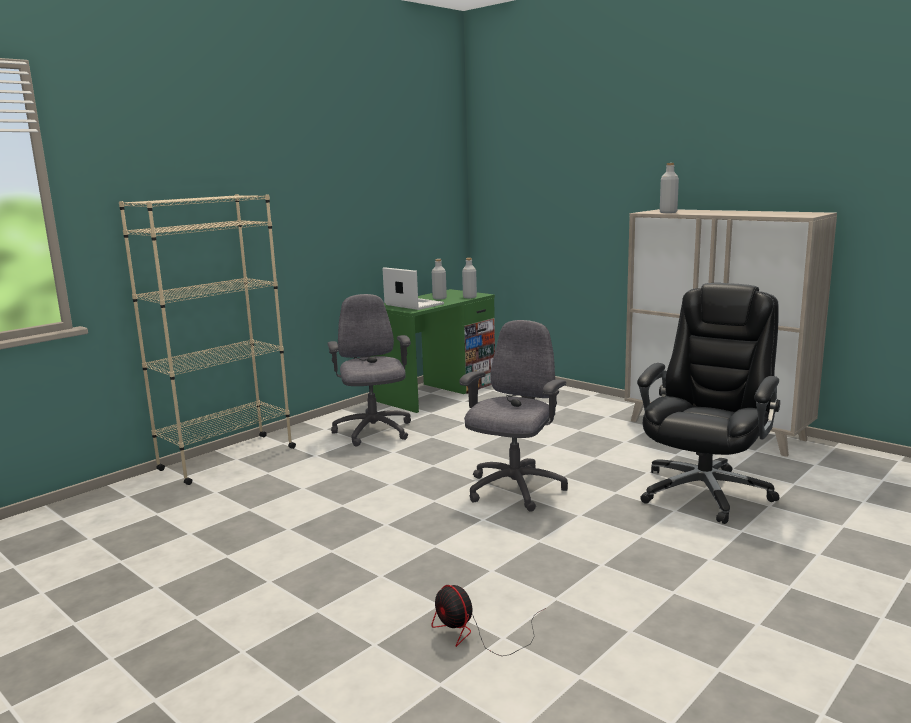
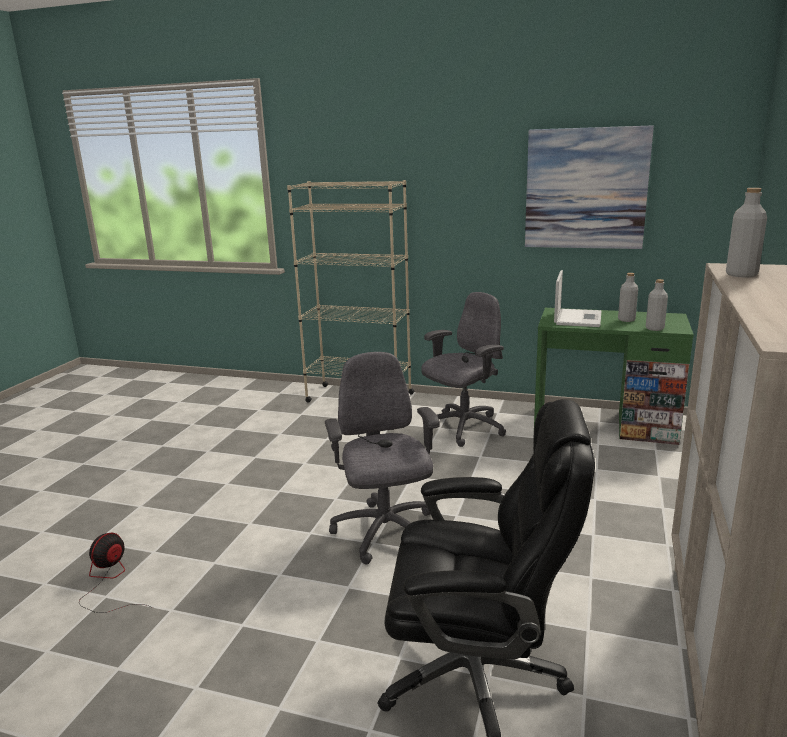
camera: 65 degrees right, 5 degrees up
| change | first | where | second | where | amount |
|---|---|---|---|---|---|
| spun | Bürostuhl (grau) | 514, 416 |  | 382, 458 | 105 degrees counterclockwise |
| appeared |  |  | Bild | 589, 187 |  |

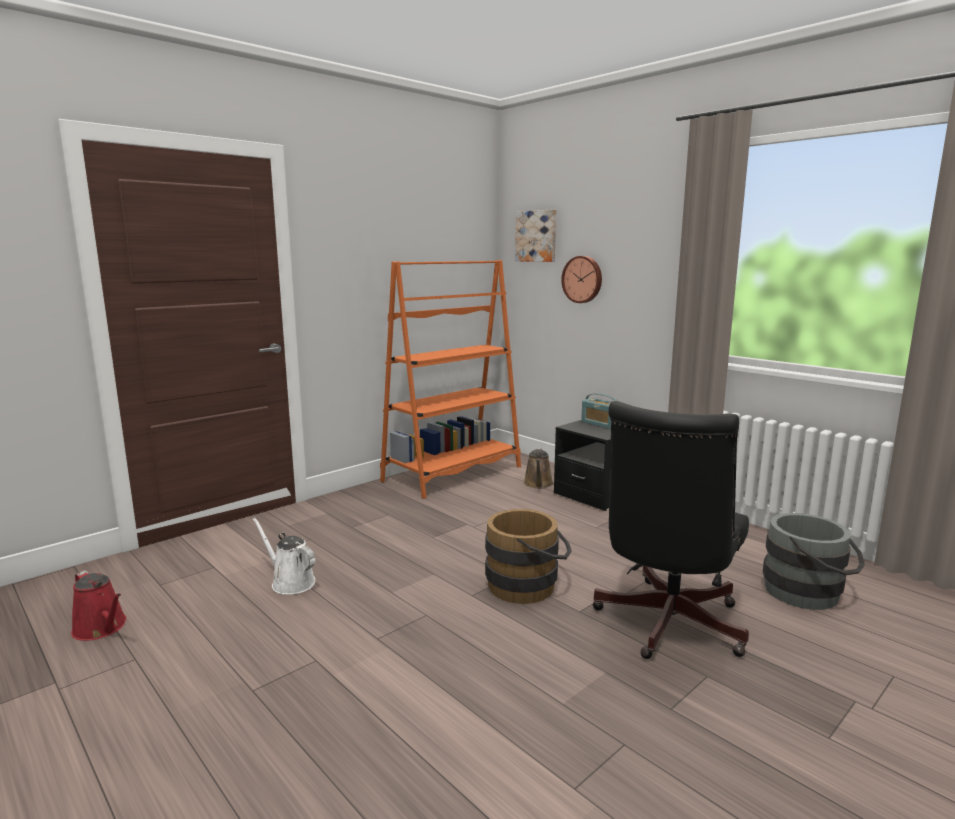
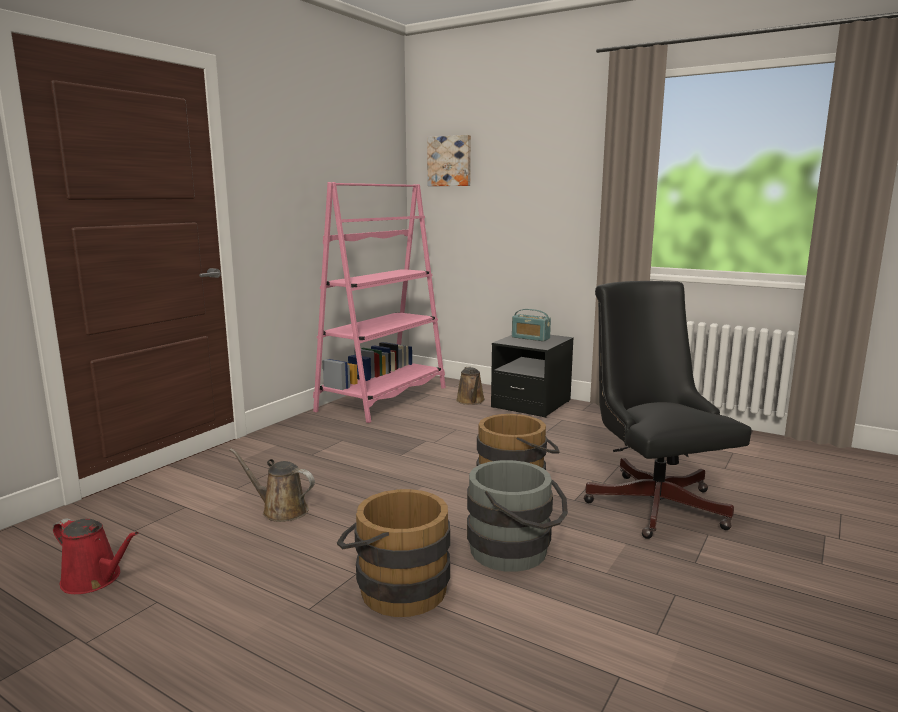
camera: 15 degrees left, 0 degrees up
| change | first | where | second | where | amount |
|---|---|---|---|---|---|
| colour | Gießkanne (weiß) | 284, 556 | Gießkanne (braun) | 272, 485 |  |
| colour | Bücherregal (orange) | 450, 379 | Bücherregal (rosa) | 379, 302 |  |
| missing | Wanduhr | 581, 279 |  |  |  |
| spun | Bürostuhl (schwarz) | 670, 530 |  | 667, 410 | 150 degrees clockwise |
| relocated | Eimer (grau) | 814, 561 |  | 517, 516 |  |
| appeared |  |  | Eimer (braun) | 393, 553 |  |

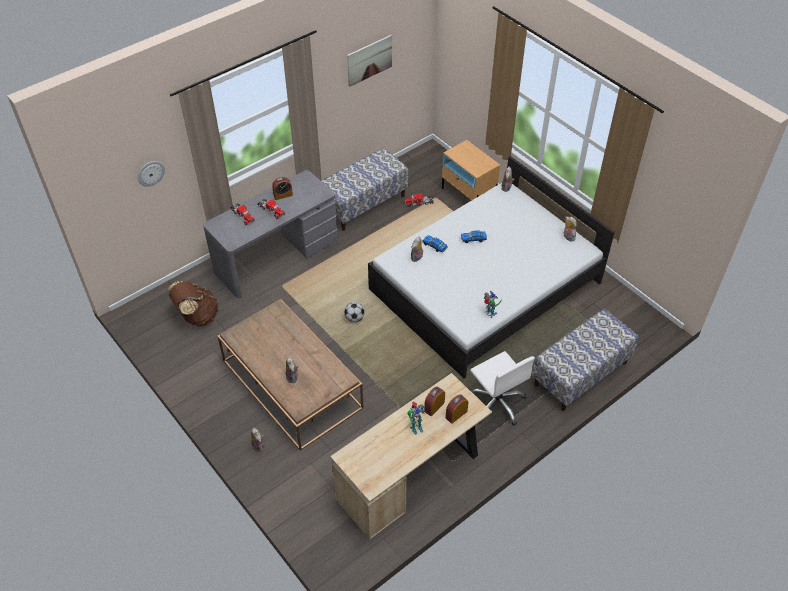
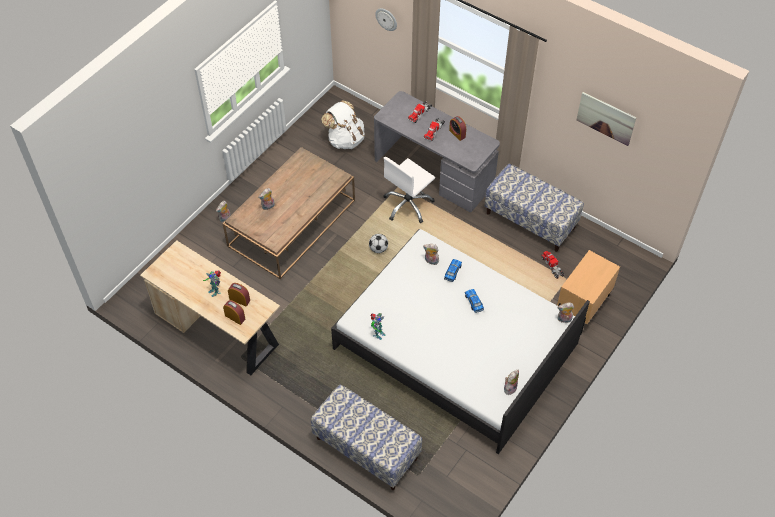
camera: 75 degrees right, 5 degrees up
| change | first | where | second | where | amount |
|---|---|---|---|---|---|
| colour | Rucksack (braun) | 192, 304 | Rucksack (weiß) | 343, 124 |  |
| relocated | Bürostuhl (weiß) | 502, 388 |  | 409, 190 |  |

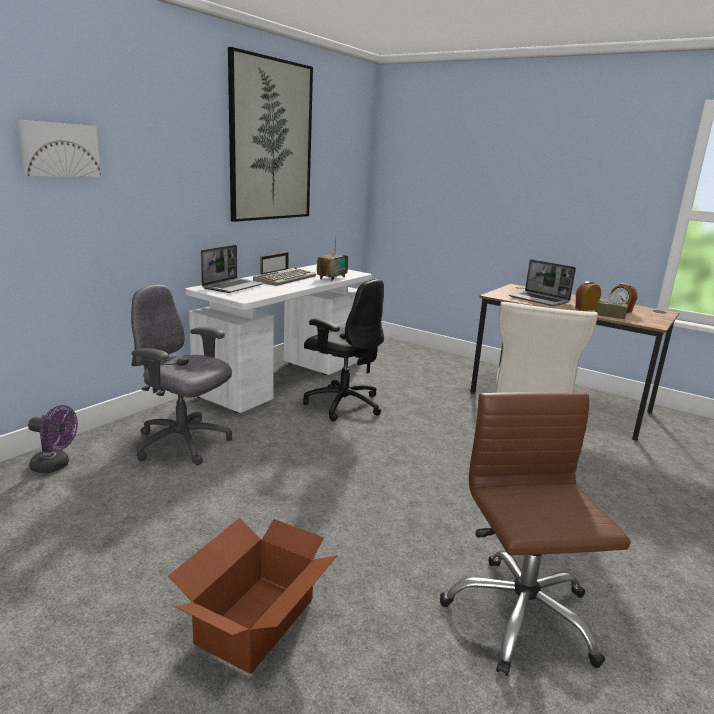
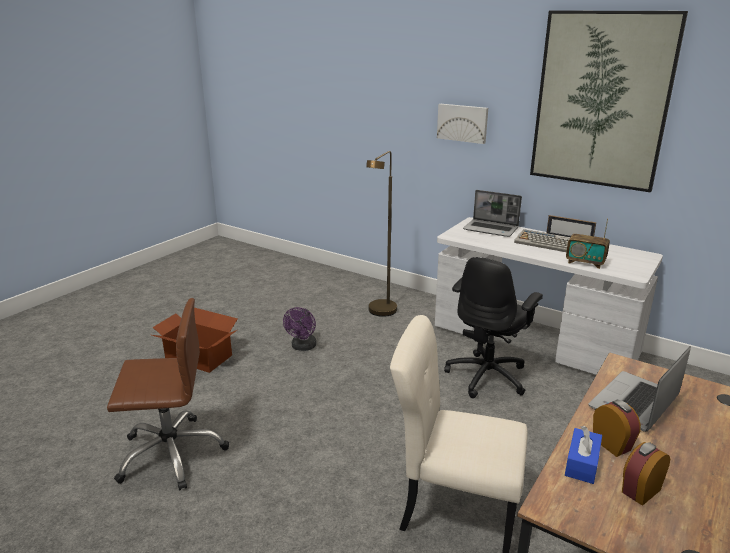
camera: 90 degrees right, 5 degrees up
| change | first | where | second | where | amount |
|---|---|---|---|---|---|
| relocated | Bild | 59, 148 |  | 462, 124 |  |
| relocated | Ventilator (lila) | 53, 439 |  | 299, 329 |  |
| exchanged | Bürostuhl (grau) | 181, 375 | Stehlampe (braun) | 381, 234 |  |
| colour | Taschentuchbox (braun) | 611, 305 | Taschentuchbox (blau) | 583, 455 |  |

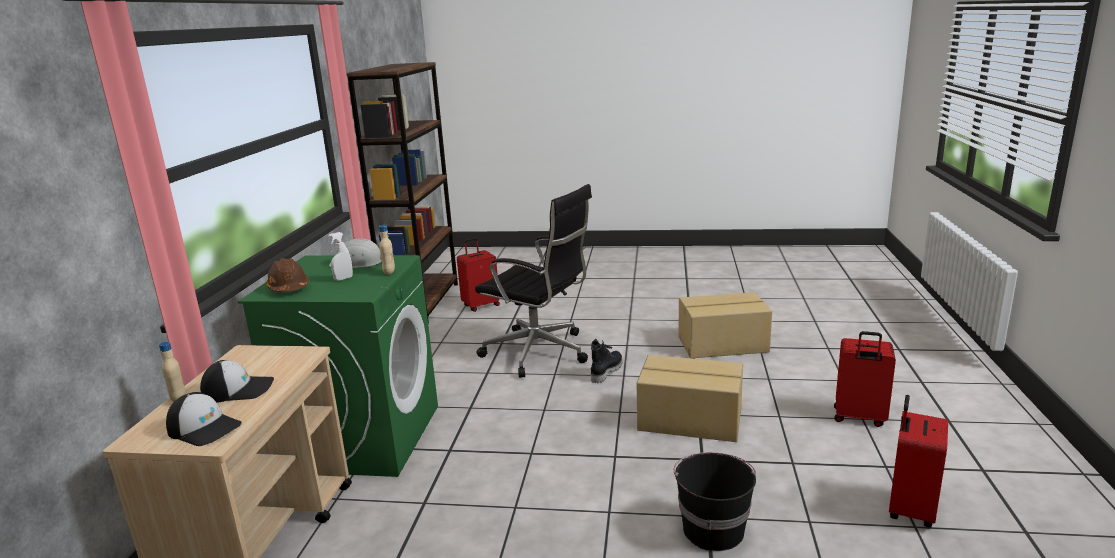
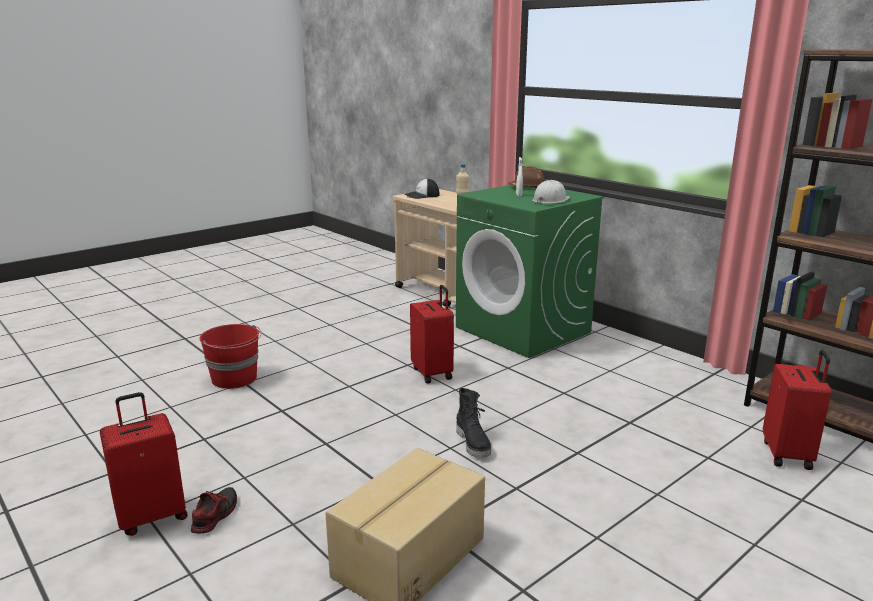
camera: 130 degrees right, 0 degrees up
| change | first | where | second | where | amount |
|---|---|---|---|---|---|
| missing | Kappe | 237, 381 |  |  |  |
| missing | Flasche (beige) | 387, 250 |  |  |  |
| missing | Bürostuhl (schwarz) | 533, 281 |  |  |  |
| missing | Karton | 690, 398 |  |  |  |
| colour | Eimer (schwarz) | 715, 501 | Eimer (rot) | 230, 356 |  |
| relocated | Koffer (rot) | 918, 461 |  | 432, 334 |  |
| appeared |  |  | Schuh | 214, 510 |  |

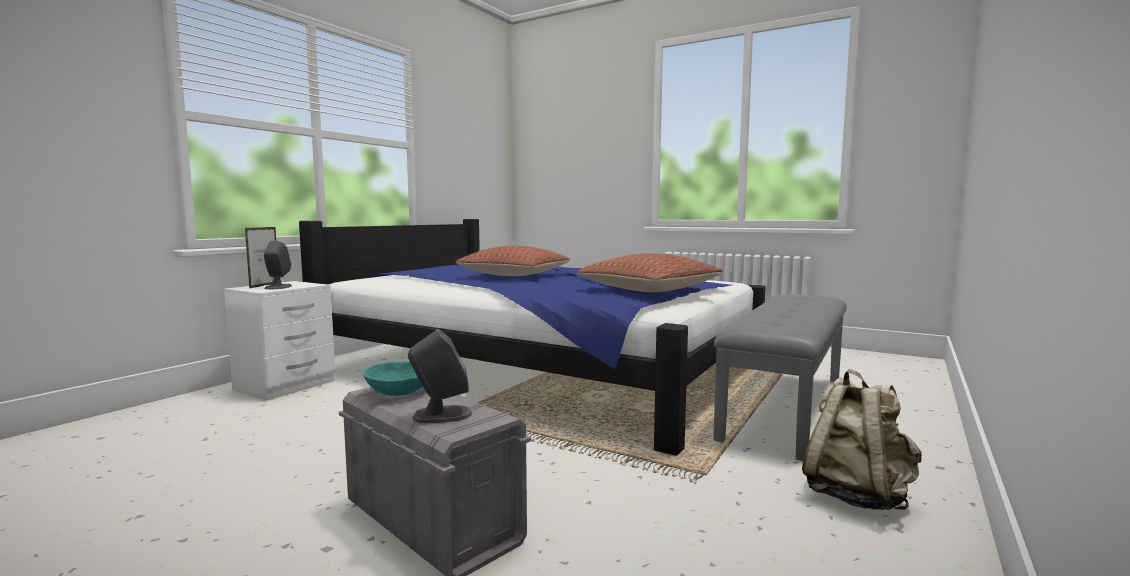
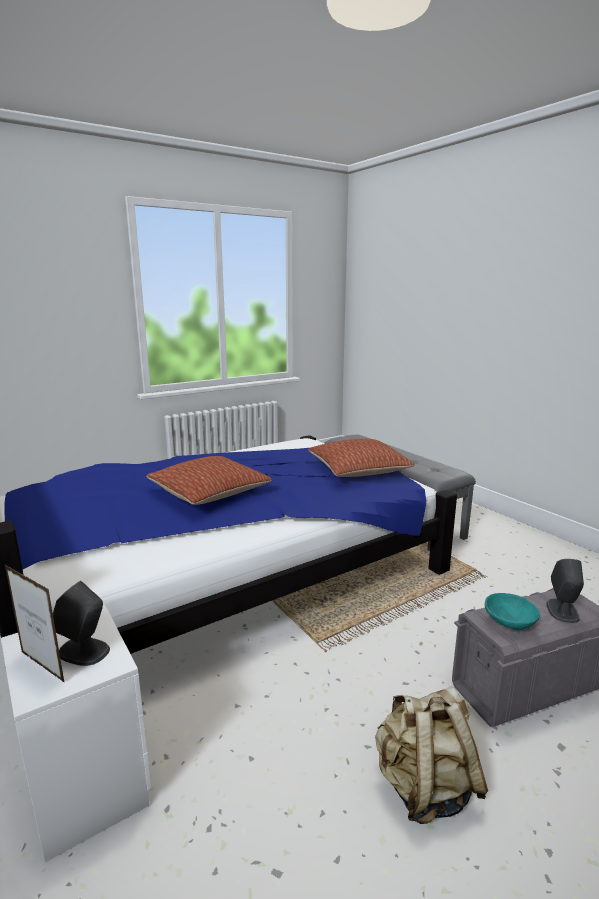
camera: 65 degrees left, 10 degrees up
| change | first | where | second | where | amount |
|---|---|---|---|---|---|
| relocated | Rucksack (beige) | 862, 439 |  | 431, 755 |  |

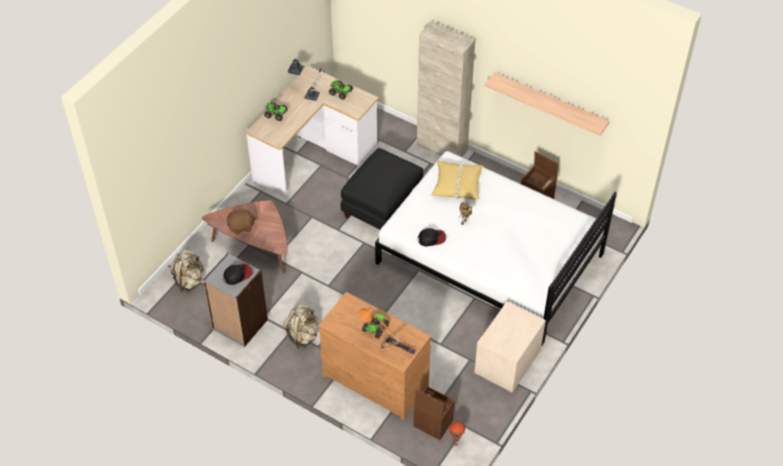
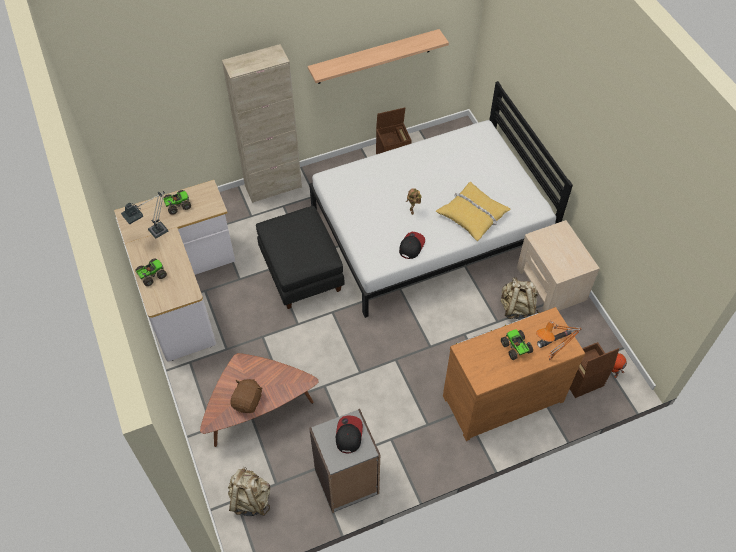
camera: 55 degrees left, 5 degrees up
| change | first | where | second | where | amount |
|---|---|---|---|---|---|
| relocated | Rucksack (beige) | 300, 326 |  | 519, 298 |  |
| relocated | Kissen (gelb) | 457, 180 |  | 473, 211 |  |

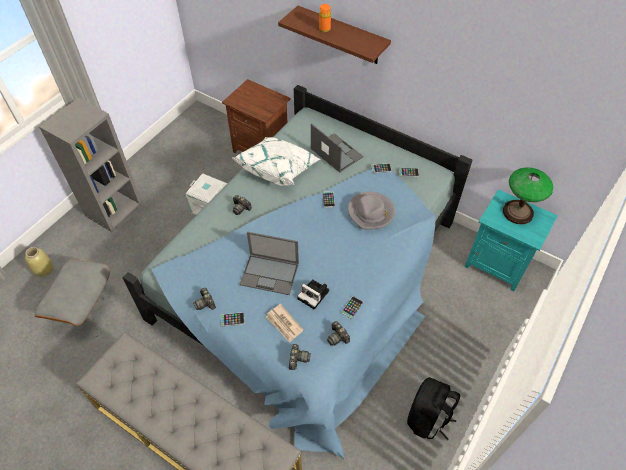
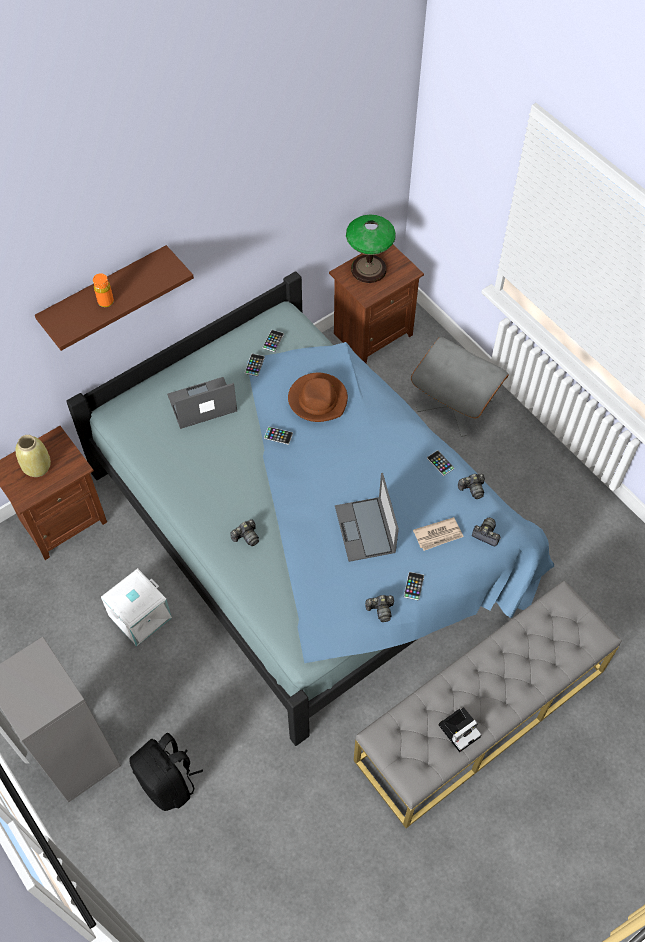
camera: 70 degrees left, 5 degrees up
| change | first | where | second | where | amount |
|---|---|---|---|---|---|
| relocated | Vase (beige) | 39, 262 |  | 33, 456 |  |
| relocated | Polsterhocker (grau) | 76, 298 |  | 460, 387 |  |
| missing | Kissen (weiß) | 277, 161 |  |  |  |
| spun | Laptop | 269, 263 |  | 367, 517 | 135 degrees clockwise |
| relocated | Kamera | 313, 294 |  | 460, 729 |  |
| colour | Hut (grau) | 371, 211 | Hut (braun) | 318, 397 |  |
| relocated | Rucksack (schwarz) | 433, 408 |  | 166, 772 |  |
| colour | Nachttisch (türkis) | 511, 240 | Nachttisch (braun) | 376, 304 |  |

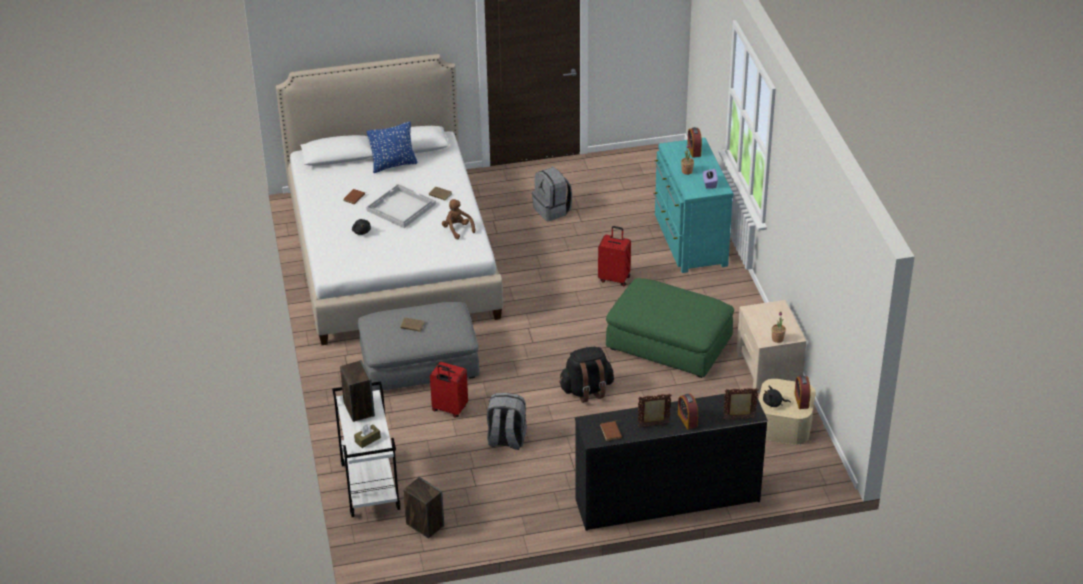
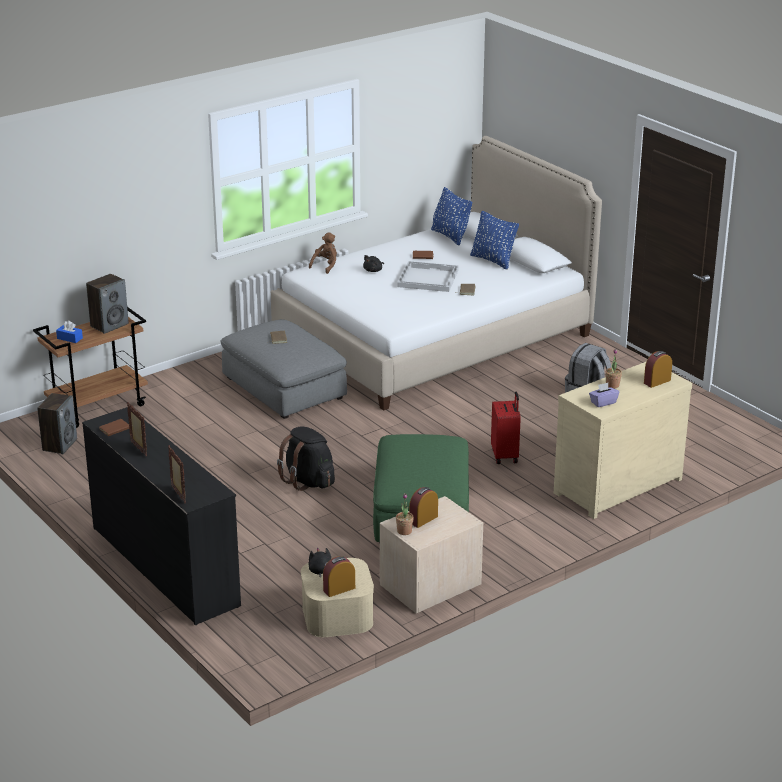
camera: 65 degrees right, 10 degrees down
| change | first | where | second | where | amount |
|---|---|---|---|---|---|
| colour | Rollwagen (weiß) | 366, 449 | Rollwagen (braun) | 90, 367 |  |
| colour | Taschentuchbox (braun) | 367, 436 | Taschentuchbox (blau) | 69, 332 |  |
| missing | Koffer (rot) | 449, 390 |  |  |  |
| relocated | Plüschtier (braun) | 458, 219 |  | 323, 253 |  |
| missing | Rucksack (grau) | 507, 421 |  |  |  |
| colour | Kommode (türkis) | 693, 205 | Kommode (beige) | 623, 440 |  |
| relocated | Wecker | 688, 412 |  | 423, 507 |  |
| appeared |  |  | Kissen (blau) | 451, 216 |  |

